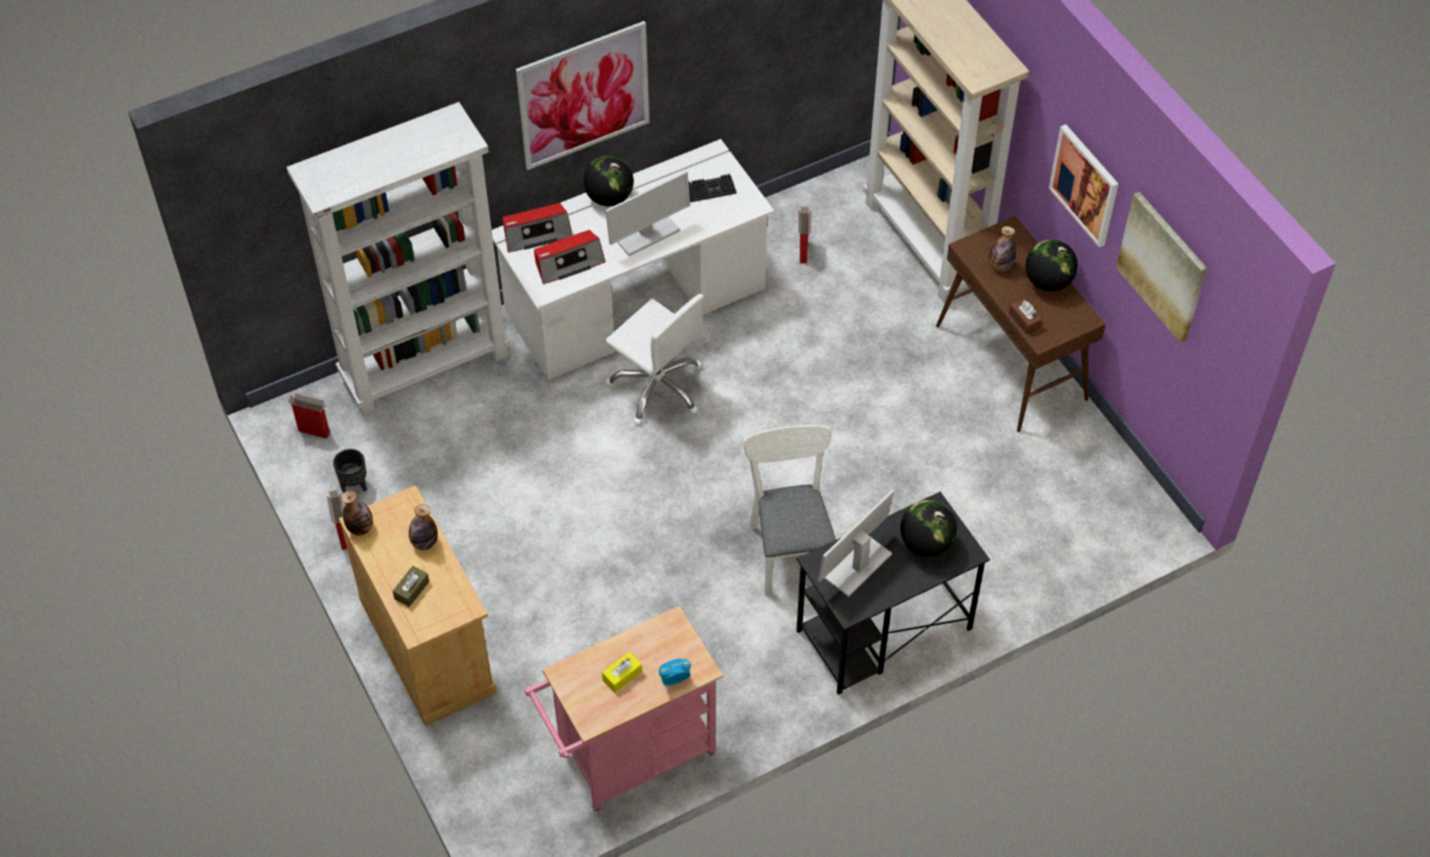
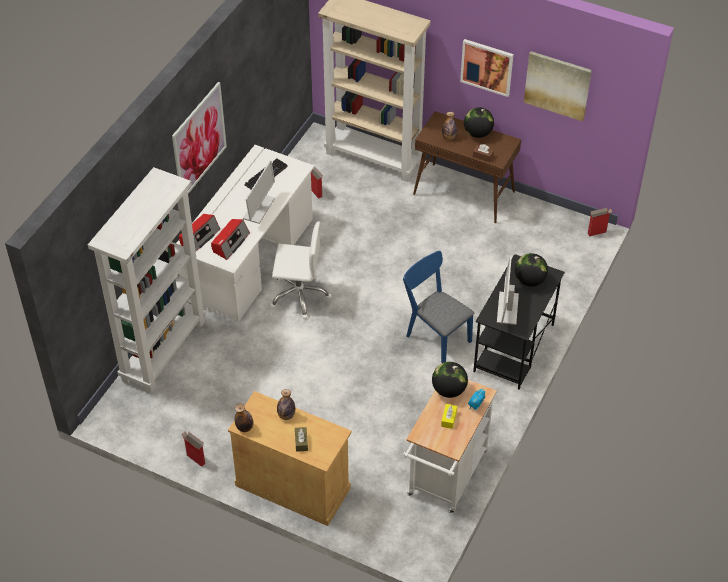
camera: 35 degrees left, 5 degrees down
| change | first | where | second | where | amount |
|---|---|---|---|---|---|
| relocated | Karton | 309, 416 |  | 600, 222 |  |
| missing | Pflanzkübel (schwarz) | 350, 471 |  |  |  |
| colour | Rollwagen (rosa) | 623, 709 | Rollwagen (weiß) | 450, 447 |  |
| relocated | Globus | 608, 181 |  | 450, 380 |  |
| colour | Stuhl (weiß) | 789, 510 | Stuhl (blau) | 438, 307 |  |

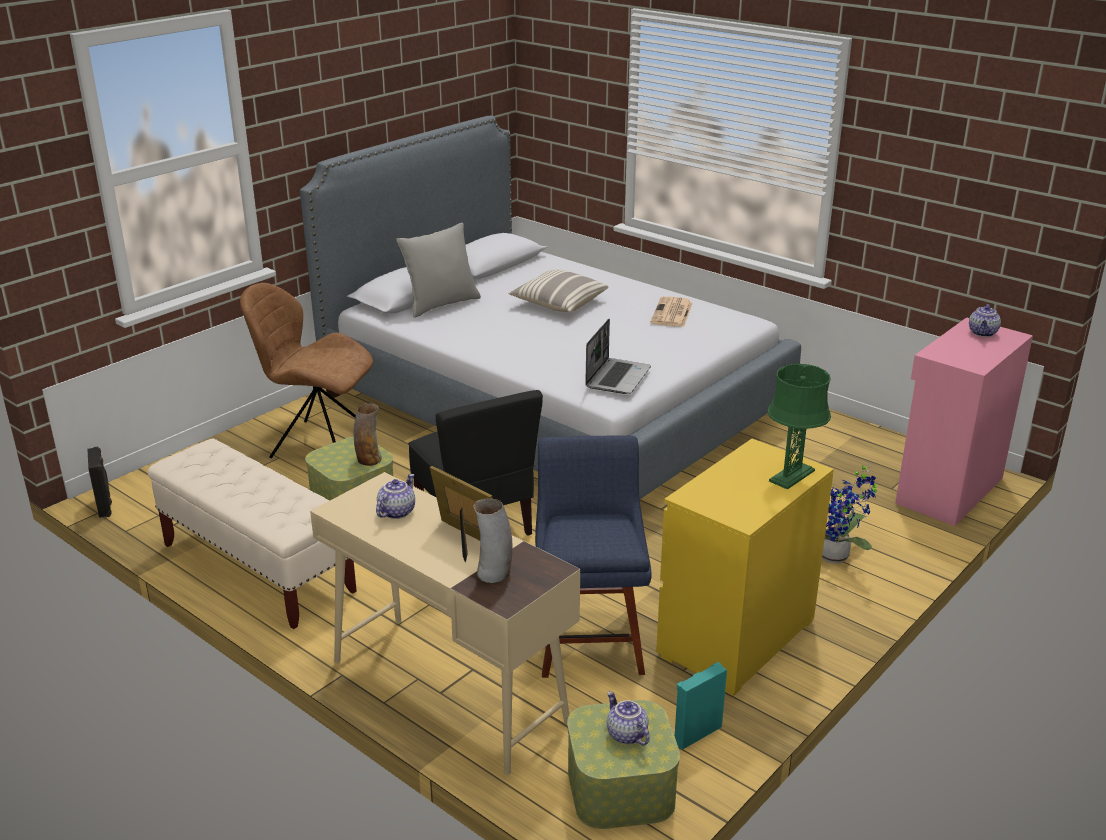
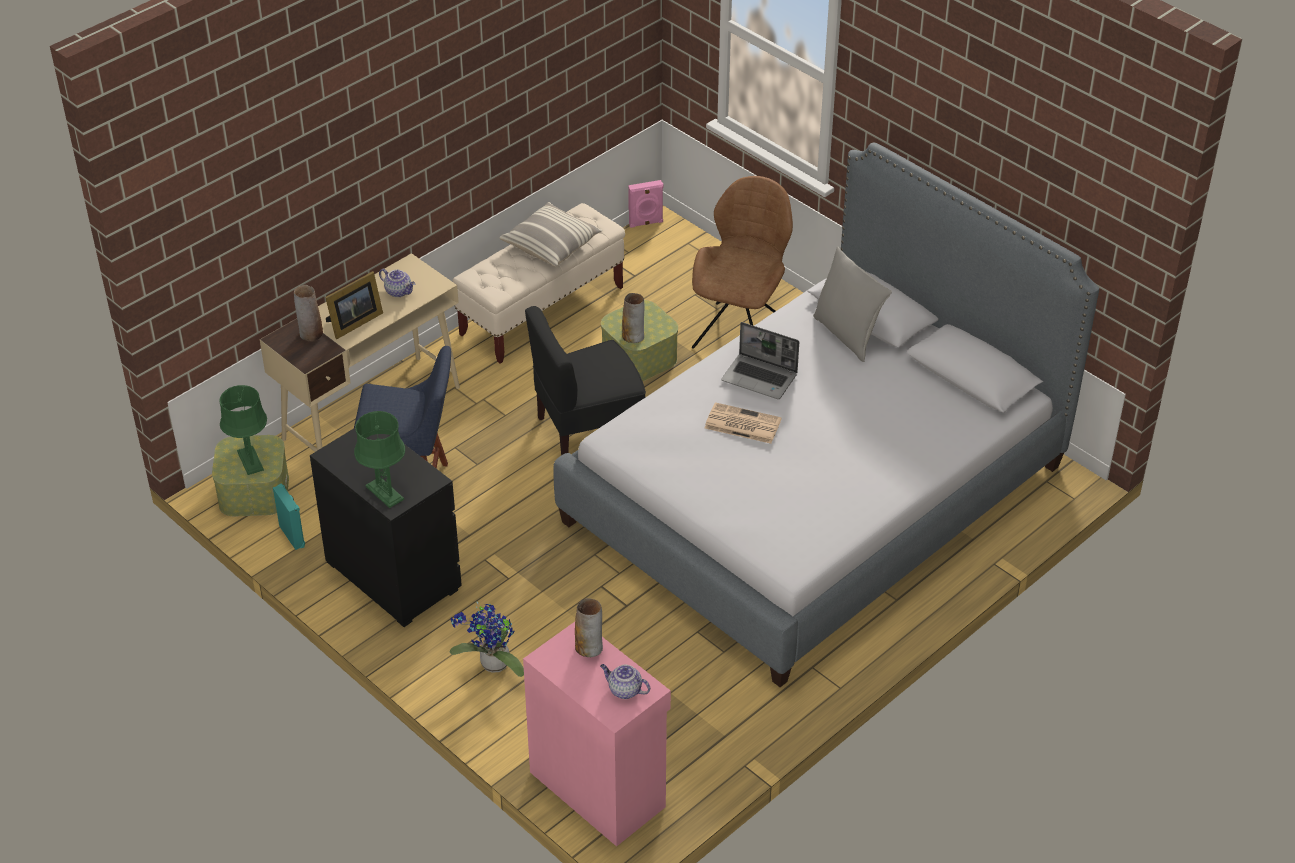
camera: 95 degrees right, 15 degrees up
| change | first | where | second | where | amount |
|---|---|---|---|---|---|
| colour | Lautsprecher (schwarz) | 100, 482 | Lautsprecher (rosa) | 645, 204 |  |
| relocated | Kissen | 558, 290 |  | 551, 234 |  |
| relocated | Laptop | 618, 356 |  | 760, 360 |  |
| exchanged | Teekanne | 628, 718 | Tischlampe (grün) | 243, 430 |  |
| relocated | Zeitung | 672, 311 |  | 743, 423 |  |
| colour | Kommode (gelb) | 745, 567 | Kommode (schwarz) | 386, 527 |  |
| appeared |  |  | Vase | 589, 627 |  |

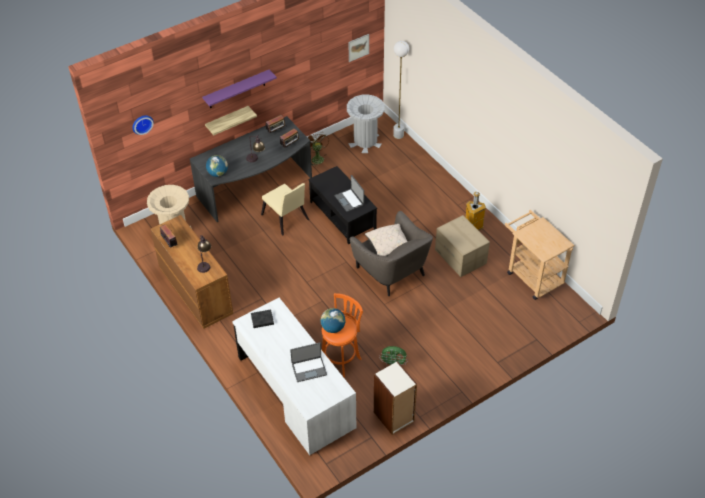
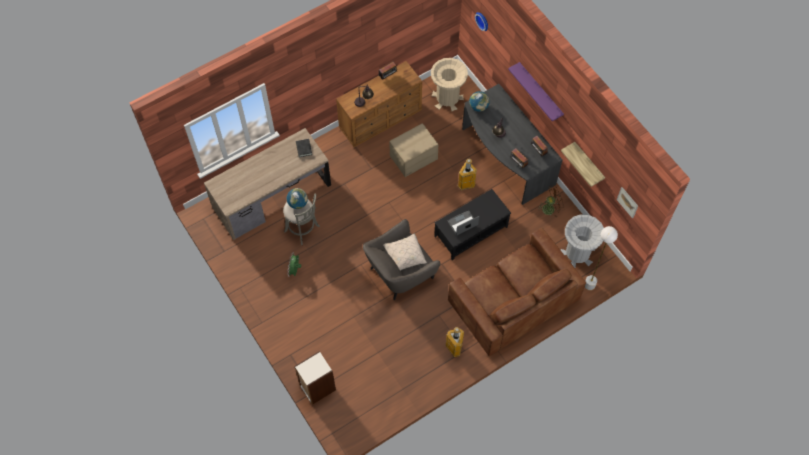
camera: 90 degrees right, 15 degrees up
| change | first | where | second | where | amount |
|---|---|---|---|---|---|
| relocated | Wandregal | 231, 120 |  | 583, 164 |  |
| colour | Schreibtisch (weiß) | 294, 376 | Schreibtisch (braun) | 267, 184 |  |
| exchanged | Stuhl (beige) | 285, 209 | Mülleimer | 467, 174 |  |
| missing | Laptop | 308, 362 |  |  |  |
| colour | Hocker (orange) | 342, 335 | Hocker (grau) | 301, 219 |  |
| relocated | Bücherregal | 395, 398 |  | 315, 378 |  |
| relocated | Karton | 462, 246 |  | 413, 150 |  |
| missing | Rollwagen (beige) | 540, 255 |  |  |  |
| appeared |  |  | Sofa (braun) | 517, 292 |  |

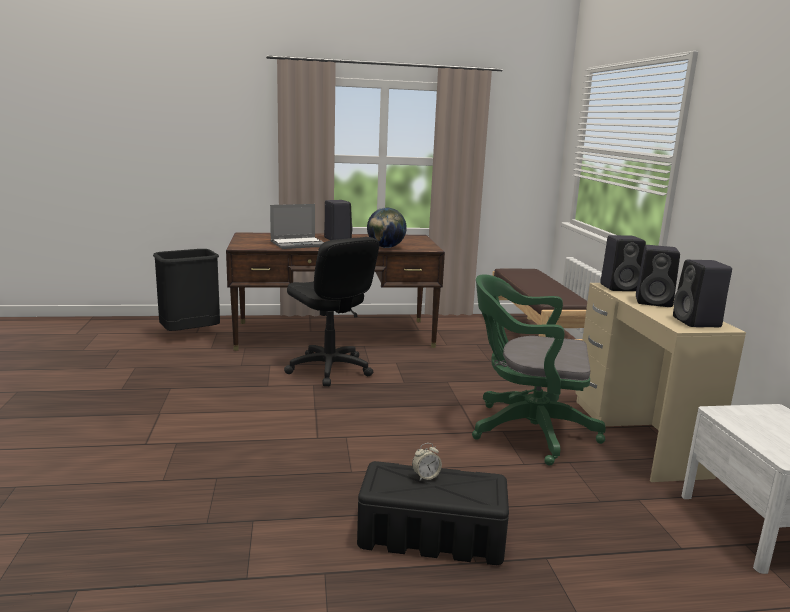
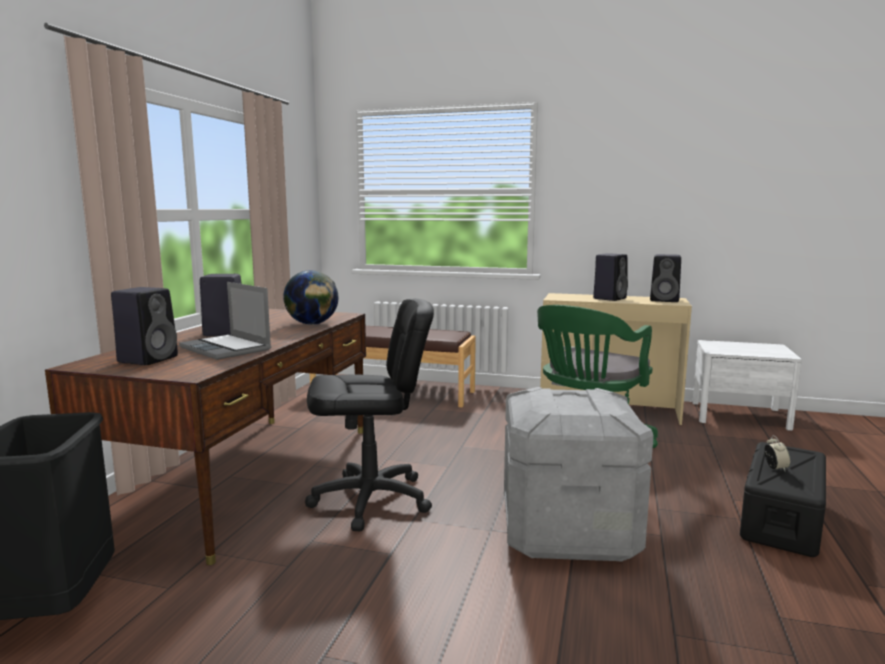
camera: 65 degrees left, 5 degrees down
| change | first | where | second | where | amount |
|---|---|---|---|---|---|
| spun | Laptop | 297, 226 |  | 225, 321 | 135 degrees clockwise |
| relocated | Lautsprecher (schwarz) | 623, 263 |  | 144, 326 |  |
| appeared |  |  | Aufbewahrungsbox (grau) | 579, 474 |  |

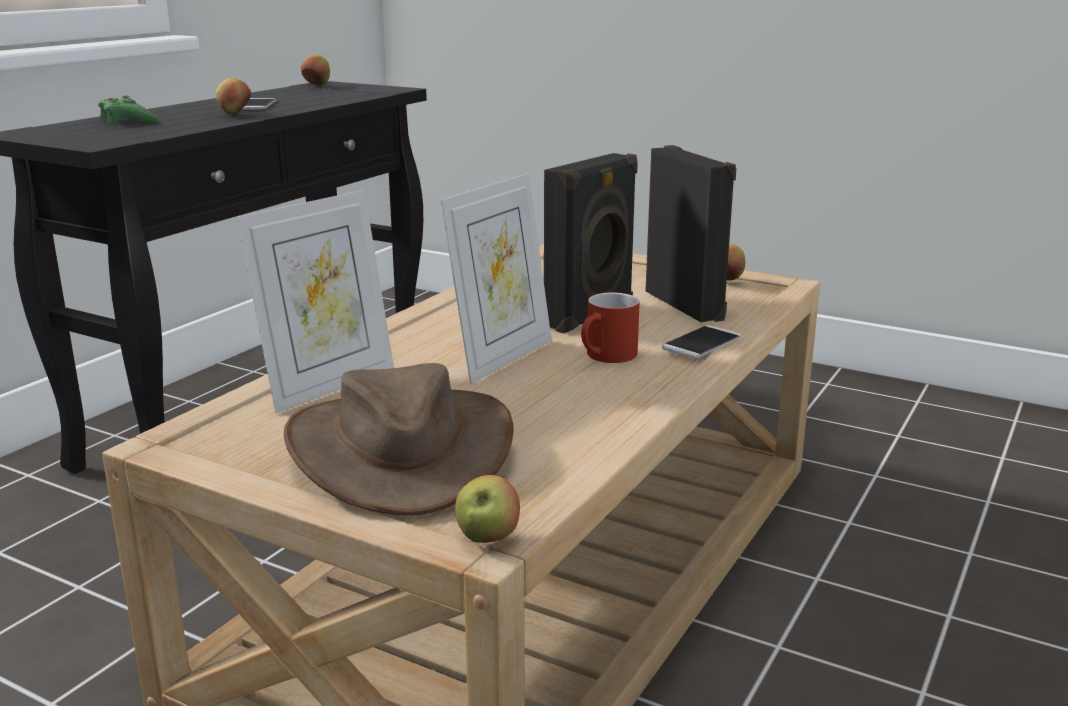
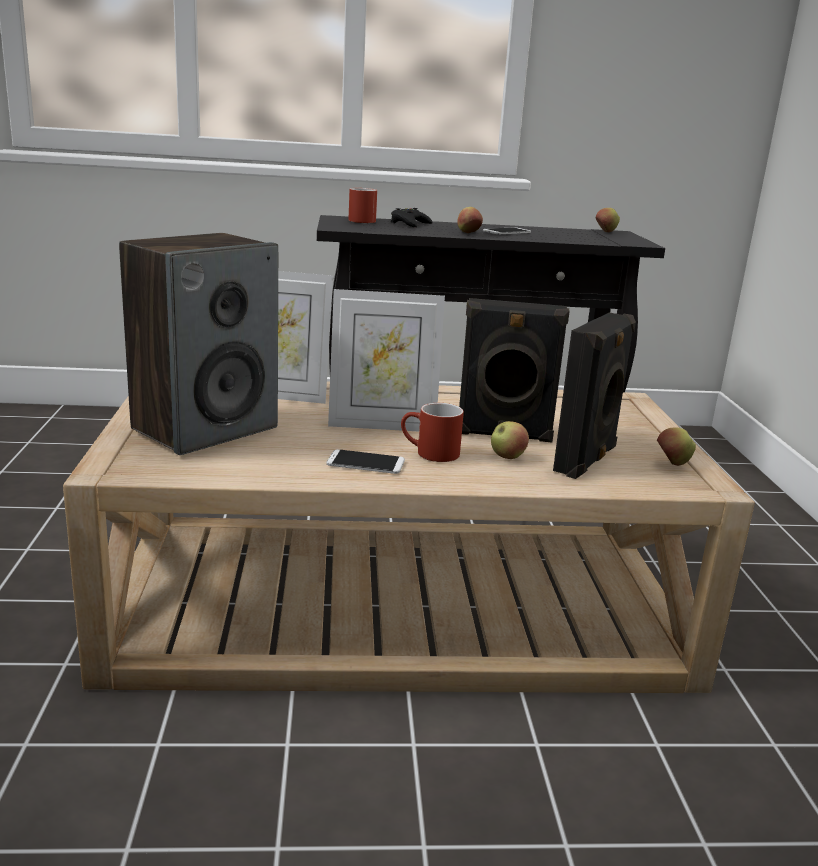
camera: 55 degrees right, 0 degrees up
| change | first | where | second | where | amount |
|---|---|---|---|---|---|
| colour | Gamepad (grün) | 128, 110 | Gamepad (schwarz) | 412, 217 |  |
| exchanged | Hut (braun) | 398, 439 | Lautsprecher | 198, 344 |  |
| relocated | Apfel | 487, 509 |  | 510, 440 |  |
| relocated | Handy | 701, 341 |  | 365, 461 |  |
| appeared |  |  | Henkelbecher (rot) | 363, 205 |  |

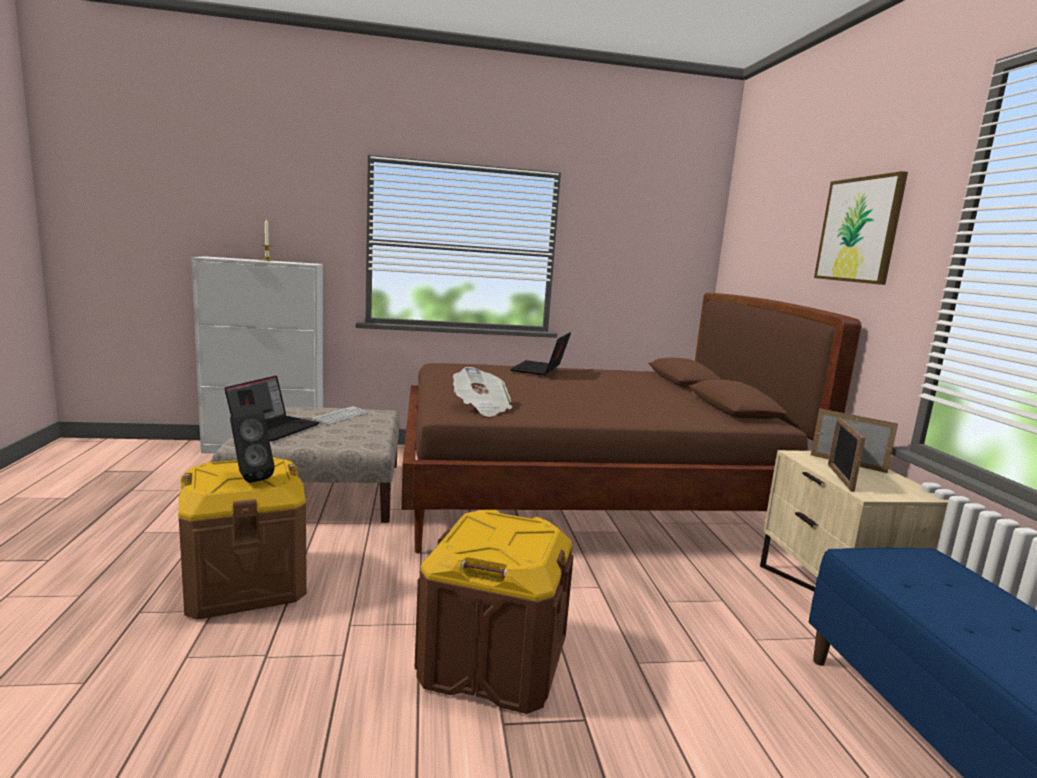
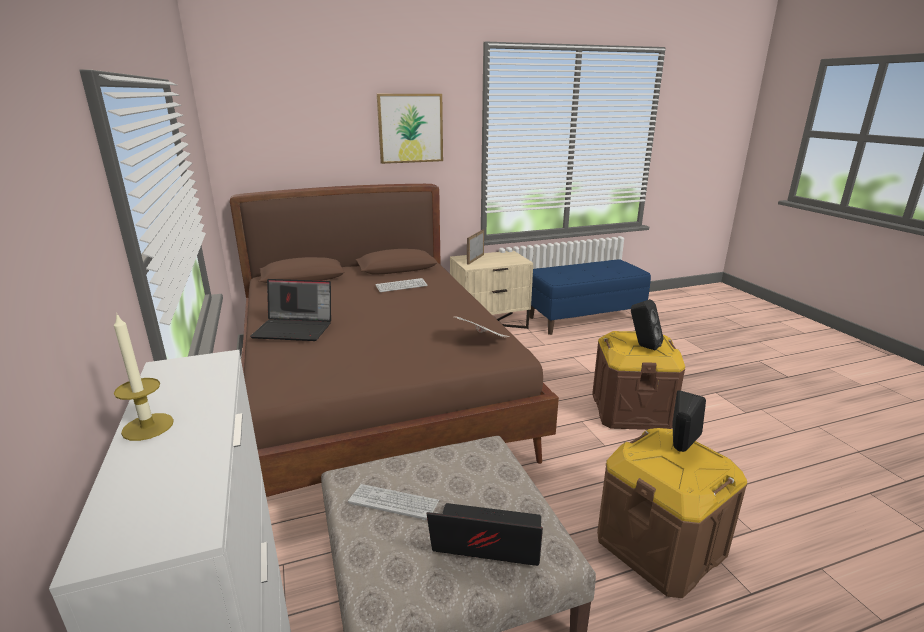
camera: 100 degrees left, 10 degrees up
| change | first | where | second | where | amount |
|---|---|---|---|---|---|
| missing | Bilderrahmen | 846, 454 |  |  |  |
| appeared |  |  | Tastatur | 401, 285 |  |
| appeared |  |  | Lautsprecher (schwarz) | 647, 324 |  |

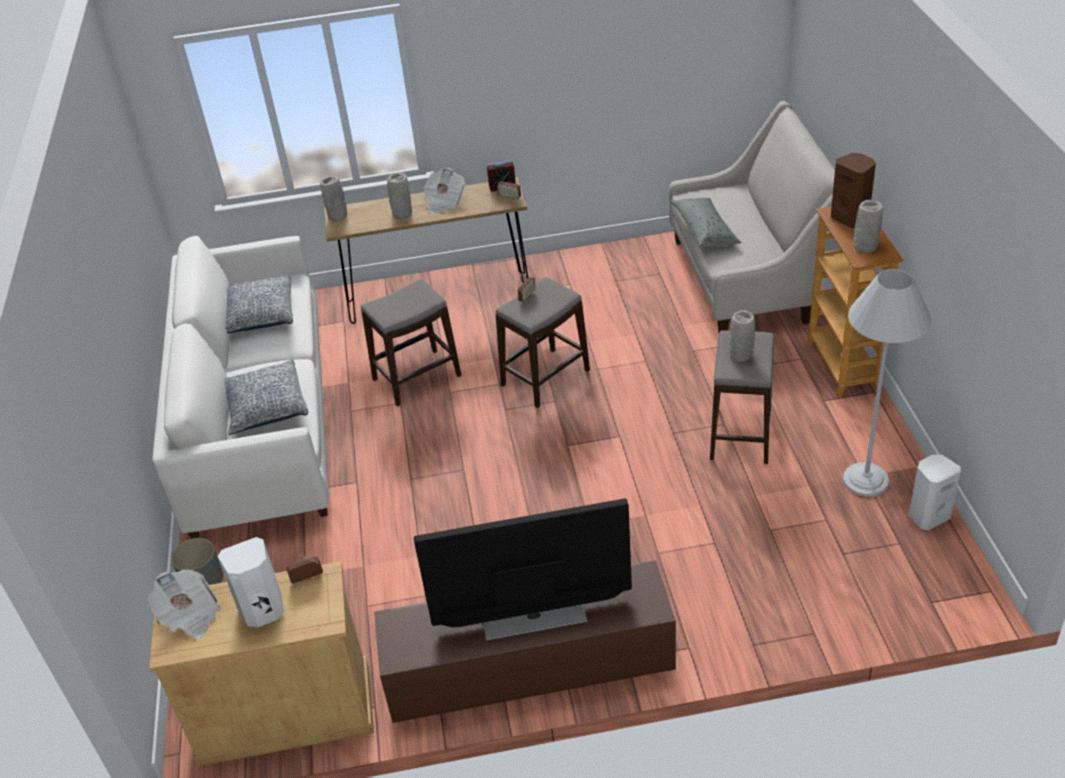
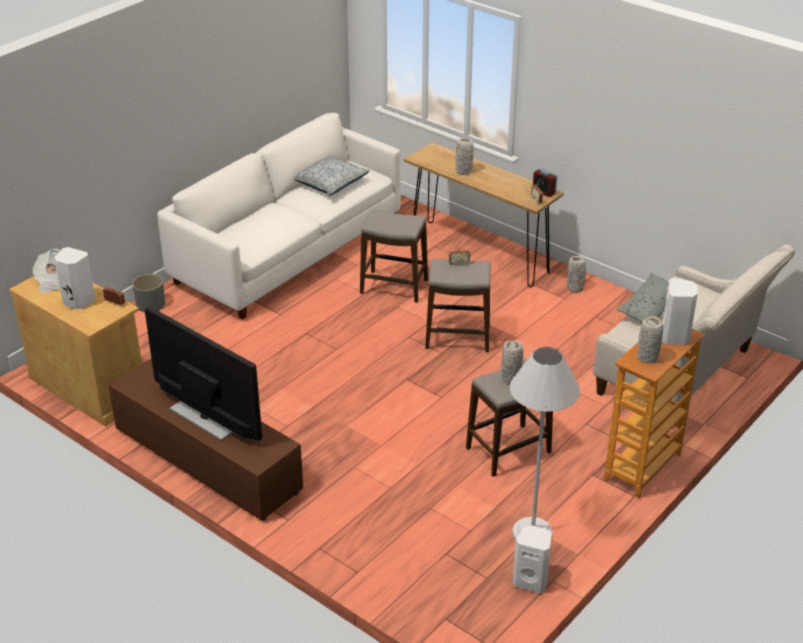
camera: 45 degrees right, 5 degrees down
| change | first | where | second | where | amount |
|---|---|---|---|---|---|
| missing | Kissen | 266, 397 |  |  |  |
| relocated | Vase (grau) | 333, 198 |  | 576, 274 |  |
| missing | Zeitung | 444, 191 |  |  |  |
| colour | Lautsprecher (braun) | 853, 190 | Lautsprecher (weiß) | 680, 311 |  |

